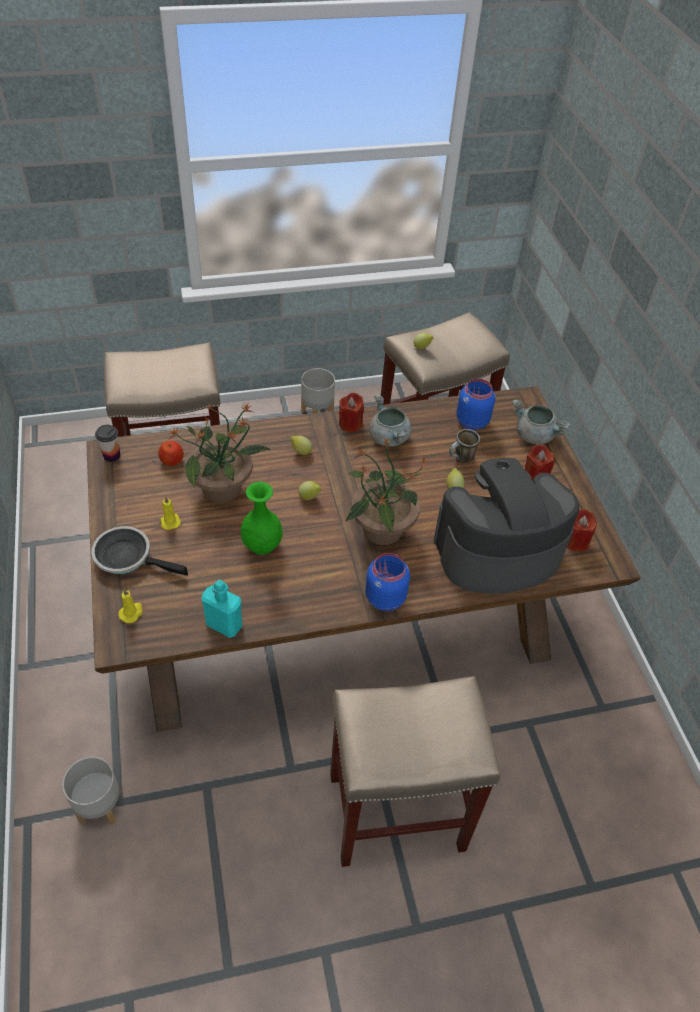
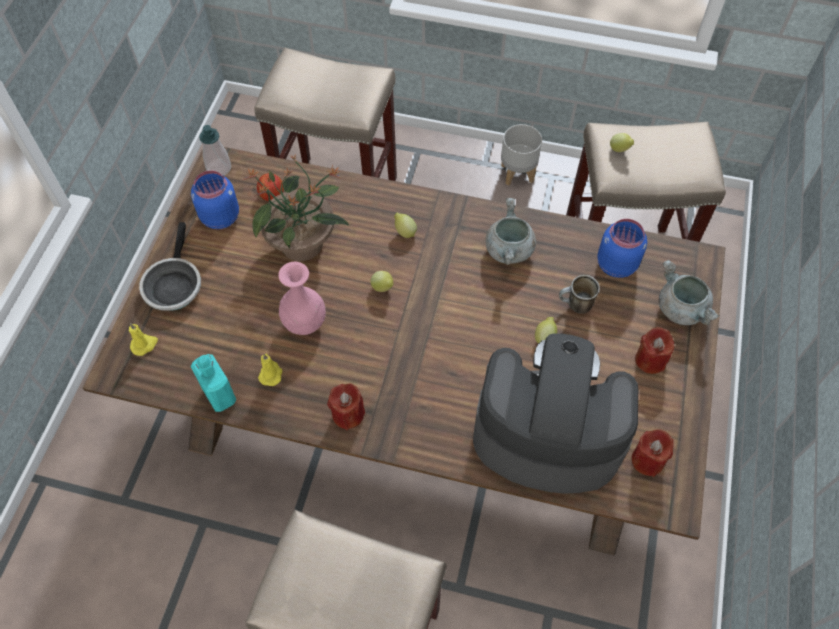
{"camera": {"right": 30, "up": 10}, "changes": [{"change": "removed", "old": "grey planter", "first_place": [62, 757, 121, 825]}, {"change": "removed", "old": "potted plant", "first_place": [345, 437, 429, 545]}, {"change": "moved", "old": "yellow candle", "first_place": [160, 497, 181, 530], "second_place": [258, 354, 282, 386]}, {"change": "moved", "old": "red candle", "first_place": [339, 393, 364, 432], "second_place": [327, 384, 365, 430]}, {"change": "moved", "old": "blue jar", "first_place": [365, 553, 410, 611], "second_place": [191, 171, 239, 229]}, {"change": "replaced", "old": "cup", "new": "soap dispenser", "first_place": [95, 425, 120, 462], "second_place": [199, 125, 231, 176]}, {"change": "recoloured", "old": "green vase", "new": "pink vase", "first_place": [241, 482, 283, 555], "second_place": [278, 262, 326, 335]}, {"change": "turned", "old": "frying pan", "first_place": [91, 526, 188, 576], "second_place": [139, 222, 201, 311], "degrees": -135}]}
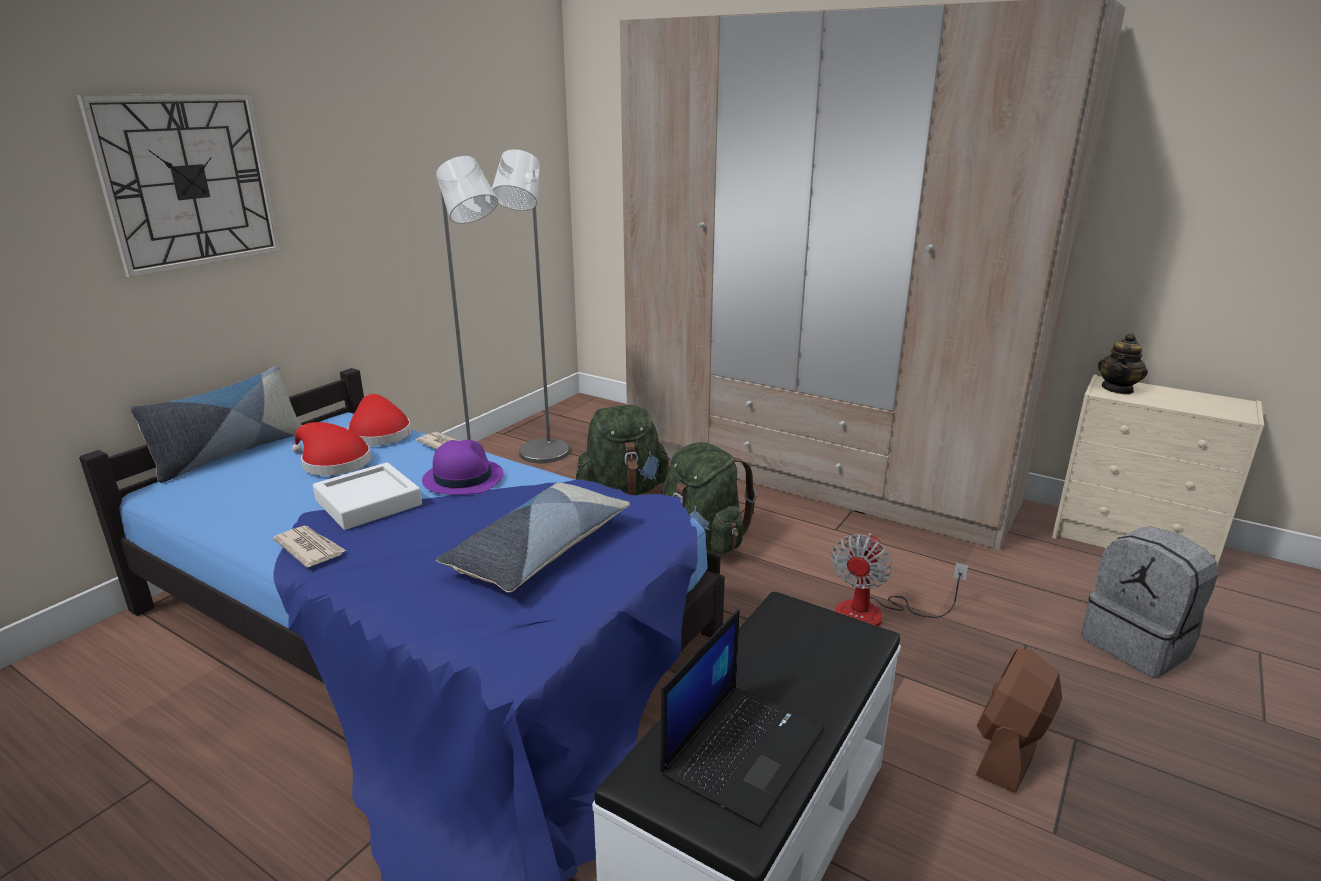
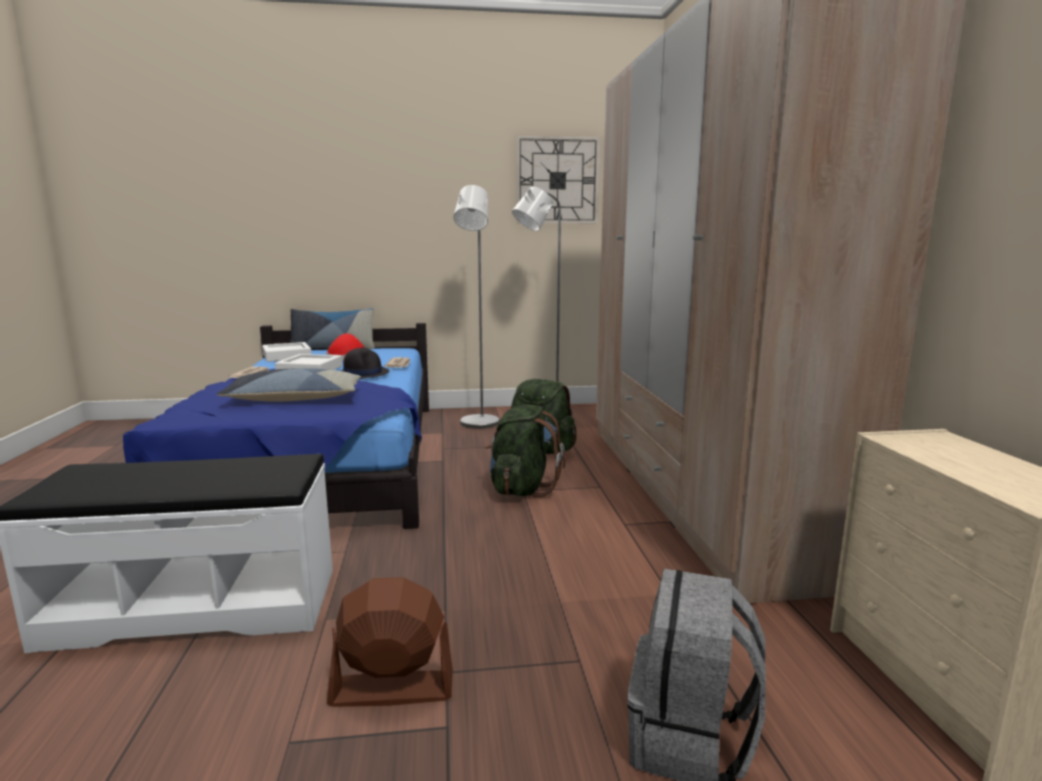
{"camera": {"right": 50, "up": -10}, "changes": [{"change": "removed", "old": "red hat", "first_place": [347, 394, 411, 446]}, {"change": "removed", "old": "laptop", "first_place": [660, 609, 824, 827]}, {"change": "removed", "old": "fan", "first_place": [831, 533, 968, 626]}, {"change": "removed", "old": "teapot", "first_place": [1098, 333, 1148, 395]}, {"change": "added", "new": "white tray", "second_place": [262, 342, 311, 362]}, {"change": "moved", "old": "wall clock", "first_place": [77, 94, 281, 277], "second_place": [516, 135, 600, 224]}, {"change": "recoloured", "old": "purple hat", "new": "black hat", "first_place": [422, 440, 504, 495], "second_place": [341, 348, 389, 379]}]}
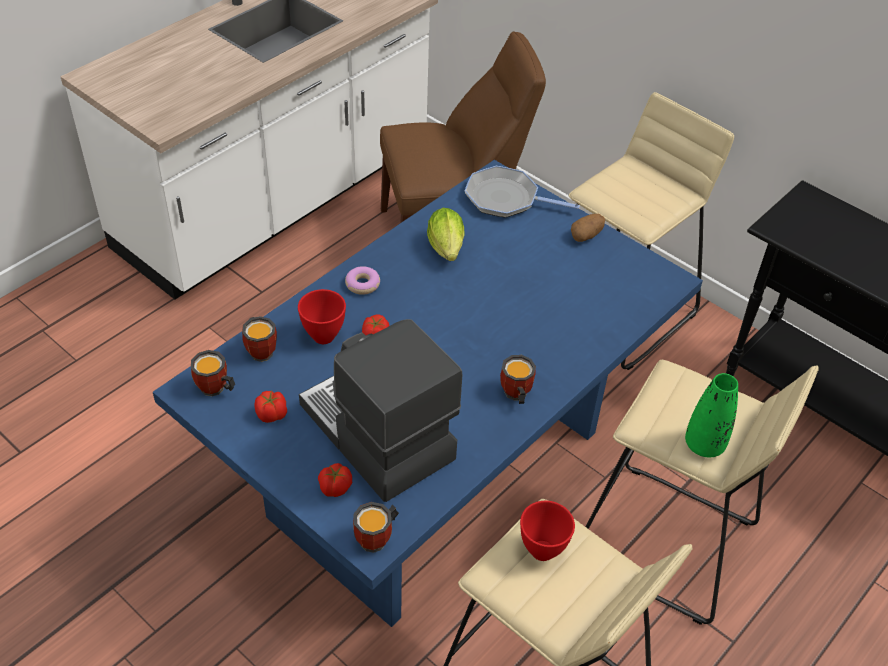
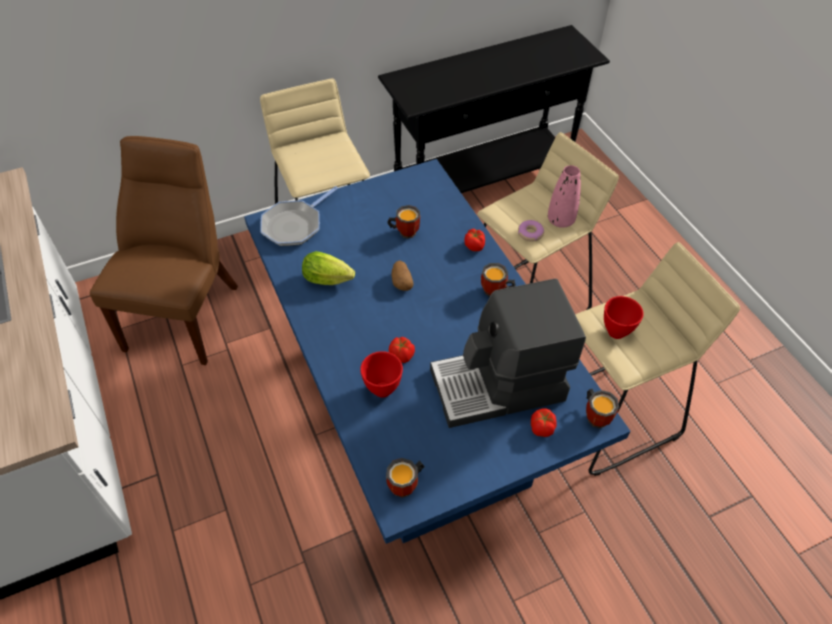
{"camera": {"right": -65, "up": 5}, "changes": [{"change": "moved", "old": "mug", "first_place": [242, 316, 277, 362], "second_place": [387, 205, 420, 239]}, {"change": "moved", "old": "tomato", "first_place": [254, 390, 287, 423], "second_place": [464, 229, 485, 251]}, {"change": "moved", "old": "donut", "first_place": [345, 266, 380, 295], "second_place": [518, 220, 544, 242]}, {"change": "moved", "old": "potato", "first_place": [571, 214, 605, 242], "second_place": [391, 260, 414, 291]}, {"change": "recoloured", "old": "green vase", "new": "pink vase", "first_place": [685, 373, 738, 457], "second_place": [548, 165, 581, 228]}]}
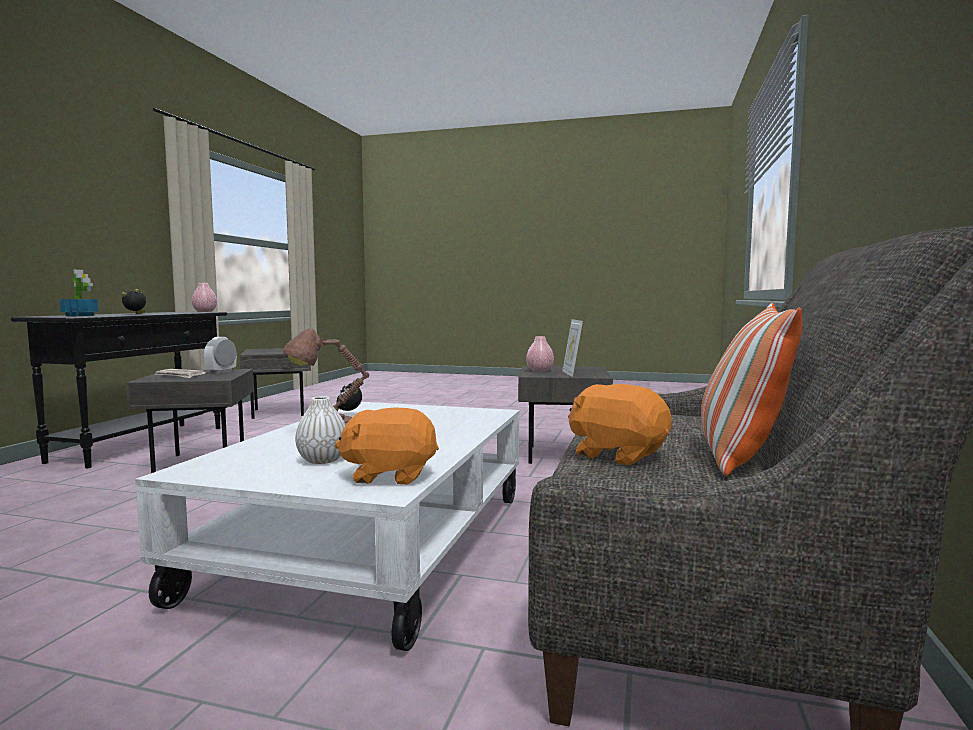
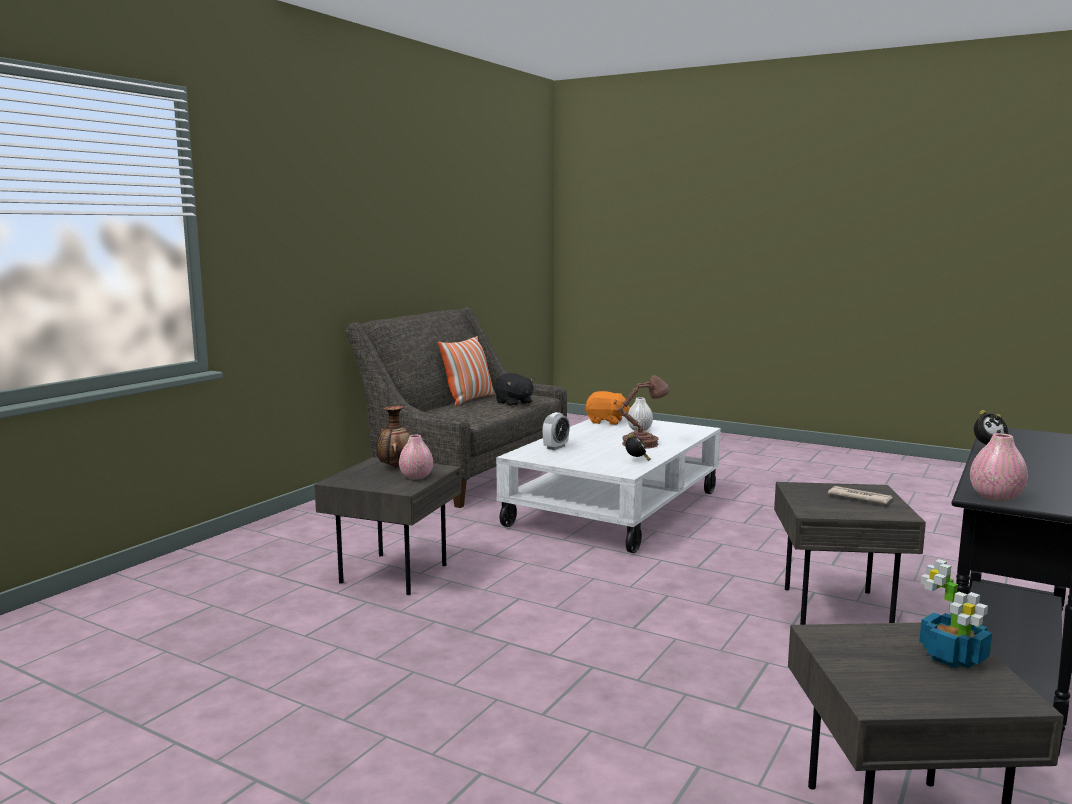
{"camera": {"right": -165, "up": 5}, "changes": [{"change": "moved", "old": "potted plant", "first_place": [59, 269, 98, 316], "second_place": [919, 559, 992, 669]}, {"change": "moved", "old": "alarm clock", "first_place": [204, 337, 237, 373], "second_place": [542, 412, 570, 450]}, {"change": "replaced", "old": "picture frame", "new": "vase", "first_place": [562, 319, 583, 377], "second_place": [377, 406, 410, 468]}, {"change": "recoloured", "old": "orange plush toy", "new": "black plush toy", "first_place": [568, 384, 672, 465], "second_place": [494, 373, 535, 406]}]}
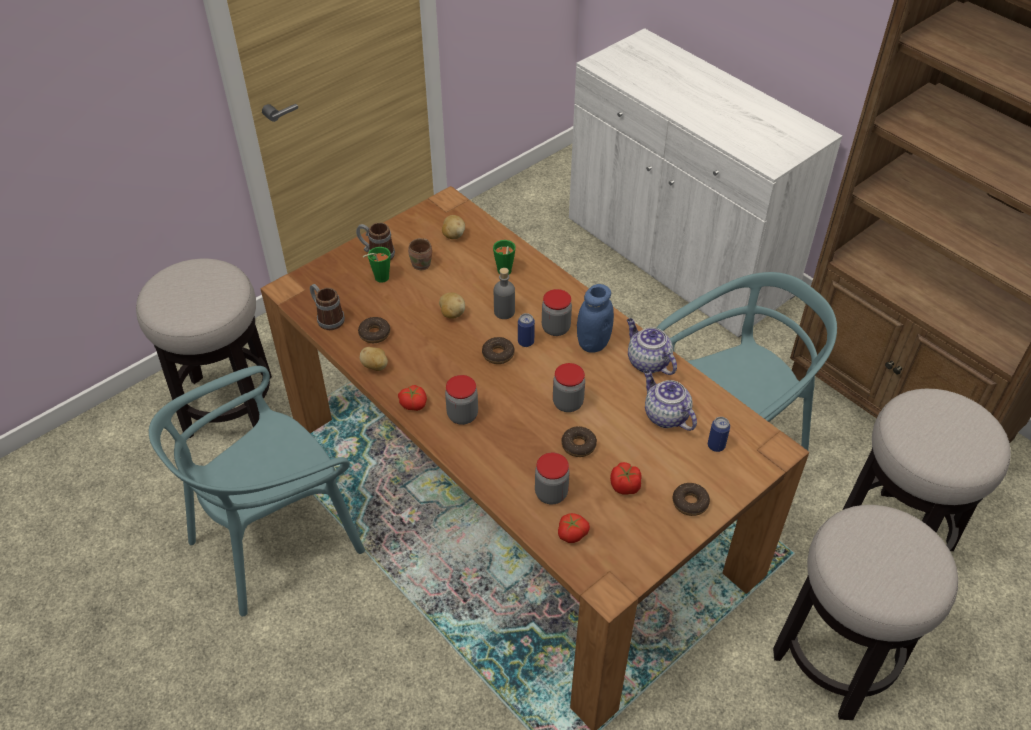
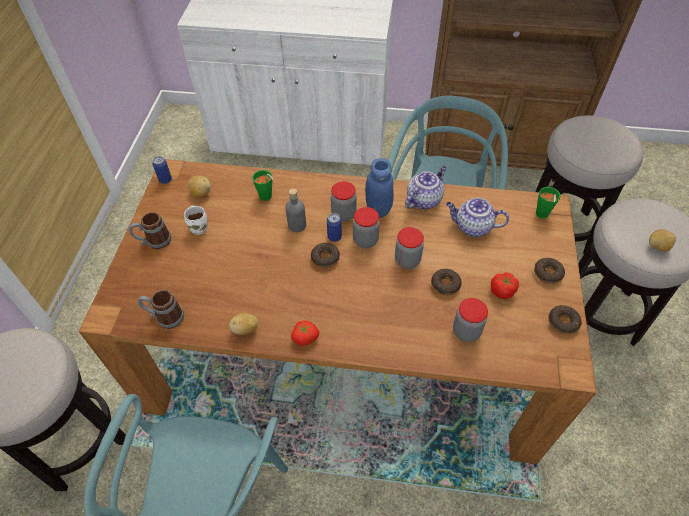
{"camera": {"right": -40, "up": 5}, "changes": [{"change": "removed", "old": "tomato", "first_place": [558, 513, 590, 543]}, {"change": "moved", "old": "donut", "first_place": [358, 317, 390, 343], "second_place": [549, 305, 582, 334]}, {"change": "moved", "old": "green cup", "first_place": [363, 247, 390, 283], "second_place": [536, 187, 561, 218]}, {"change": "moved", "old": "potato", "first_place": [439, 293, 465, 319], "second_place": [649, 229, 676, 252]}, {"change": "moved", "old": "jar", "first_place": [445, 375, 478, 425], "second_place": [353, 207, 380, 248]}, {"change": "moved", "old": "can", "first_place": [708, 417, 730, 452], "second_place": [152, 156, 172, 184]}, {"change": "recoloured", "old": "brown mug", "new": "white mug", "first_place": [408, 238, 432, 270], "second_place": [184, 206, 208, 235]}, {"change": "turned", "old": "teapot", "first_place": [627, 318, 677, 375], "second_place": [405, 166, 447, 209], "degrees": 120}]}
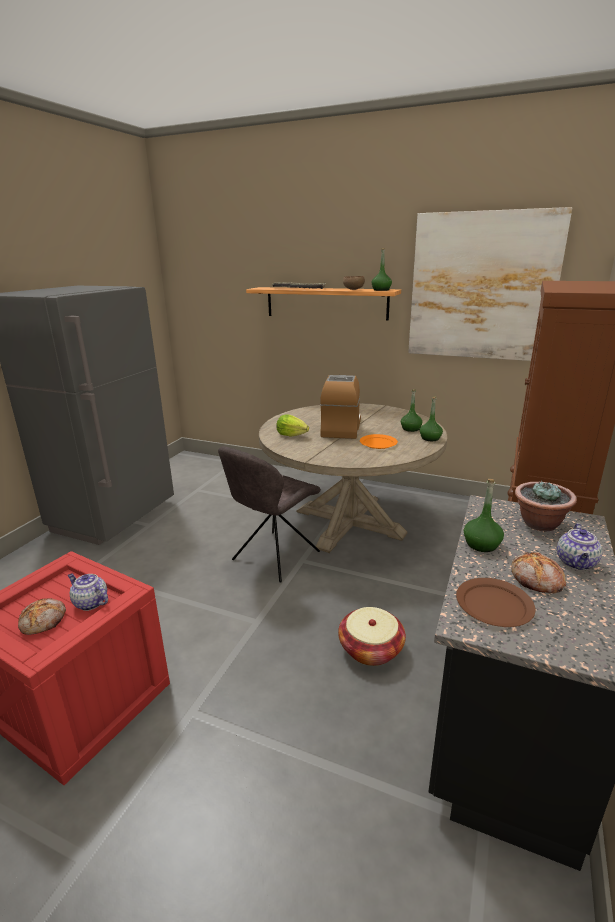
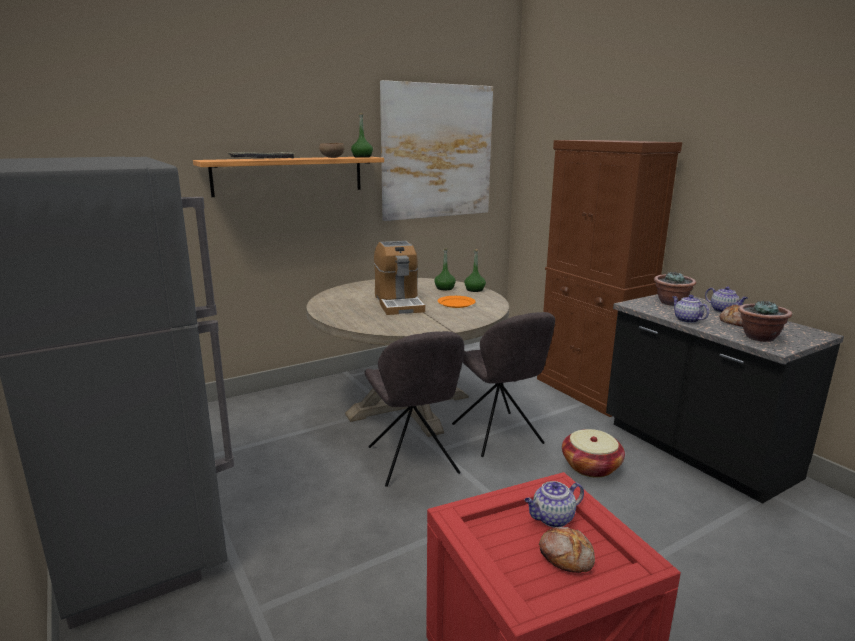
{"camera": {"right": -55, "up": -5}, "changes": [{"change": "removed", "old": "lettuce", "first_place": [277, 414, 309, 437]}, {"change": "added", "new": "grey chair", "second_place": [452, 312, 555, 457]}, {"change": "replaced", "old": "brown plate", "new": "potted plant", "first_place": [456, 578, 536, 627], "second_place": [738, 299, 792, 342]}, {"change": "replaced", "old": "green bottle", "new": "teapot", "first_place": [464, 479, 504, 552], "second_place": [672, 295, 709, 323]}, {"change": "turned", "old": "coffee machine", "first_place": [320, 375, 361, 439], "second_place": [374, 241, 425, 315], "degrees": -150}]}
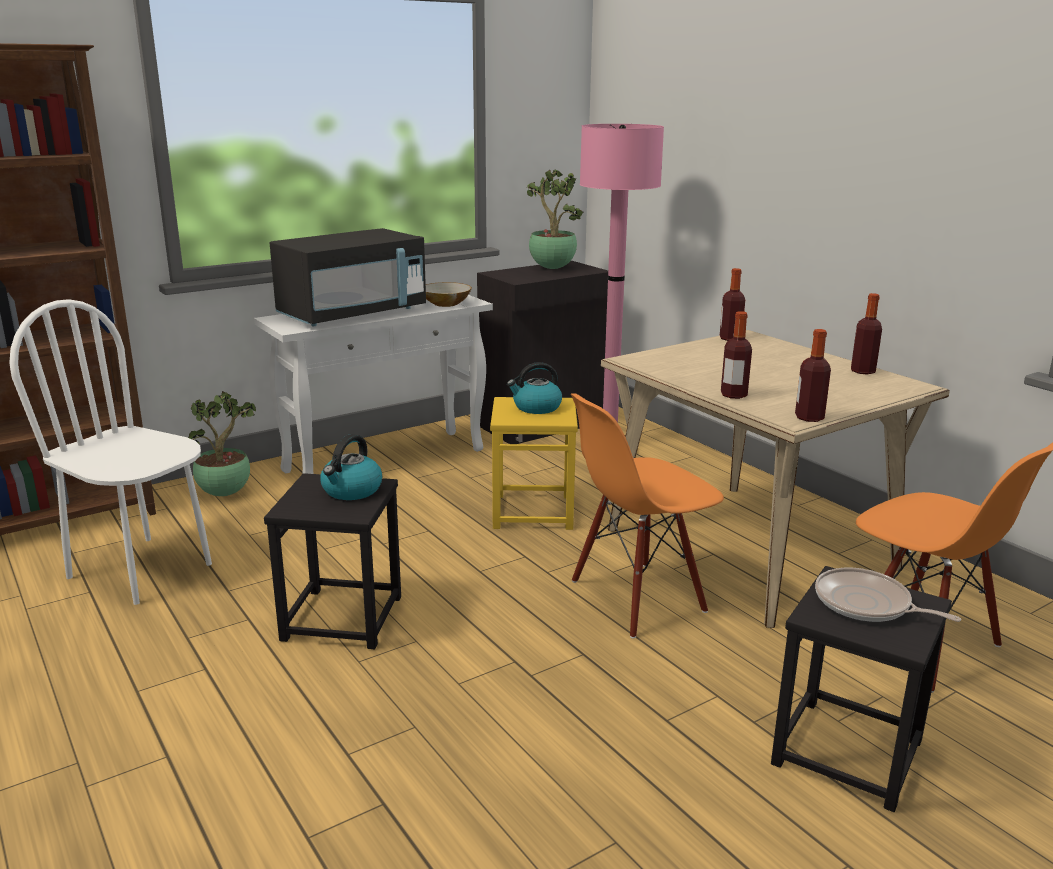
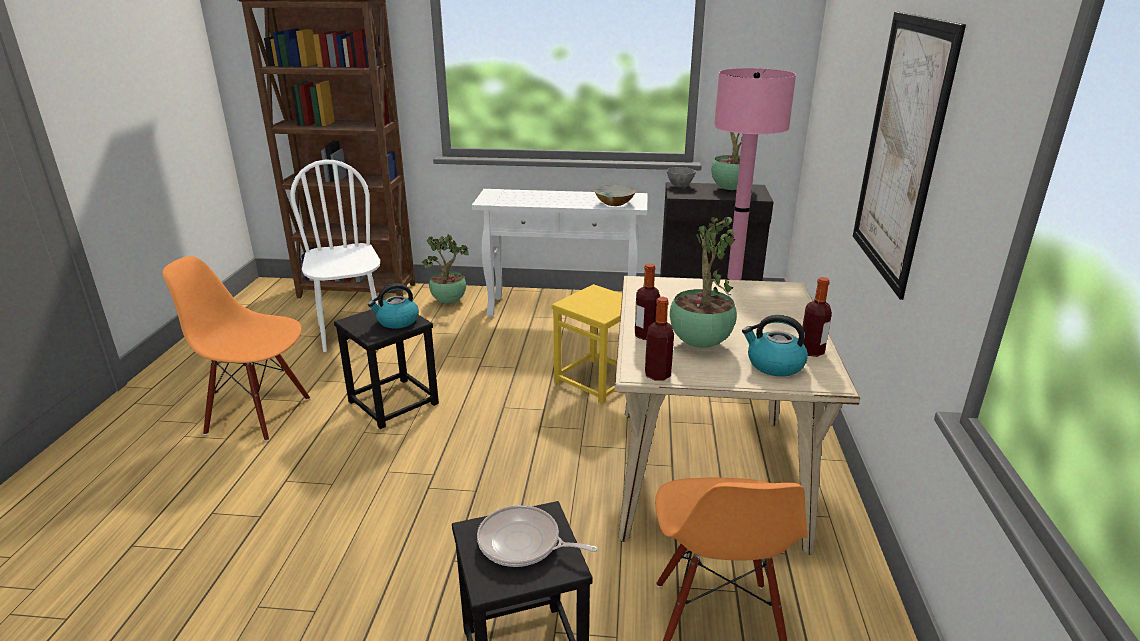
{"camera": {"right": 40, "up": 5}, "changes": [{"change": "removed", "old": "black microwave", "first_place": [270, 228, 426, 326]}, {"change": "removed", "old": "bottle", "first_place": [720, 268, 745, 341]}, {"change": "added", "new": "grey bowl", "second_place": [667, 167, 696, 187]}, {"change": "added", "new": "potted plant", "second_place": [670, 216, 737, 348]}, {"change": "added", "new": "picture", "second_place": [853, 11, 966, 300]}, {"change": "moved", "old": "kettle", "first_place": [507, 362, 562, 414], "second_place": [742, 315, 808, 376]}, {"change": "moved", "old": "orange chair", "first_place": [571, 393, 724, 639], "second_place": [162, 256, 310, 441]}, {"change": "turned", "old": "frying pan", "first_place": [815, 568, 961, 622], "second_place": [477, 505, 597, 567], "degrees": -60}]}
